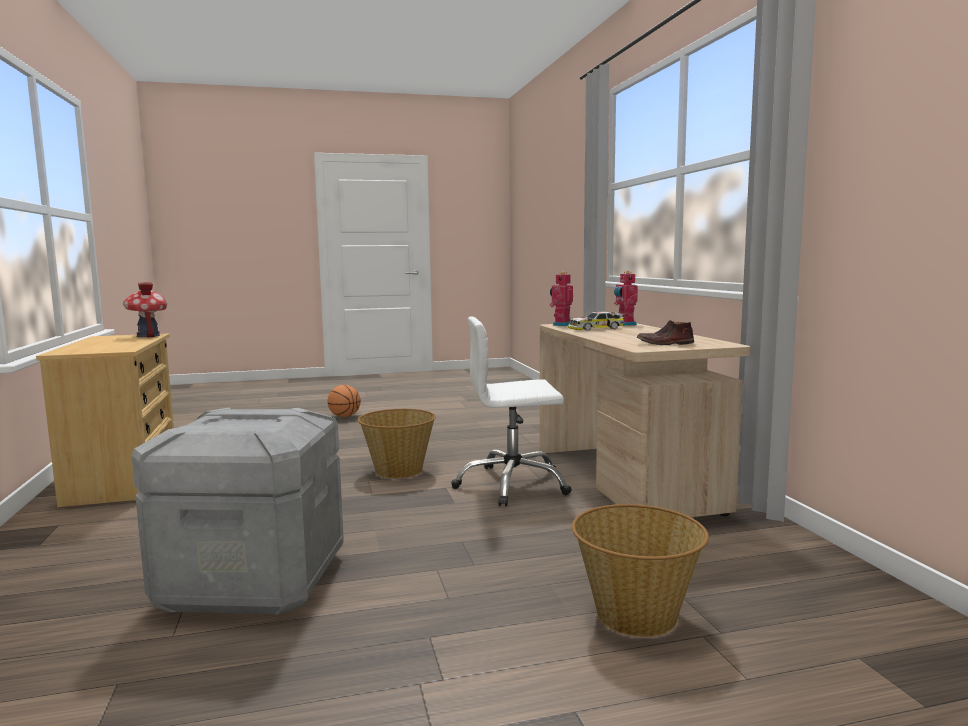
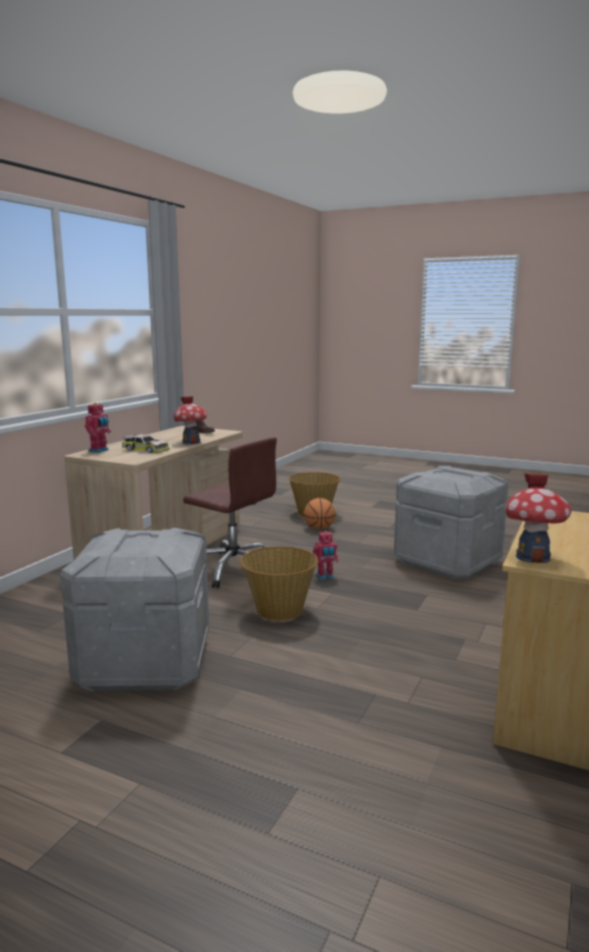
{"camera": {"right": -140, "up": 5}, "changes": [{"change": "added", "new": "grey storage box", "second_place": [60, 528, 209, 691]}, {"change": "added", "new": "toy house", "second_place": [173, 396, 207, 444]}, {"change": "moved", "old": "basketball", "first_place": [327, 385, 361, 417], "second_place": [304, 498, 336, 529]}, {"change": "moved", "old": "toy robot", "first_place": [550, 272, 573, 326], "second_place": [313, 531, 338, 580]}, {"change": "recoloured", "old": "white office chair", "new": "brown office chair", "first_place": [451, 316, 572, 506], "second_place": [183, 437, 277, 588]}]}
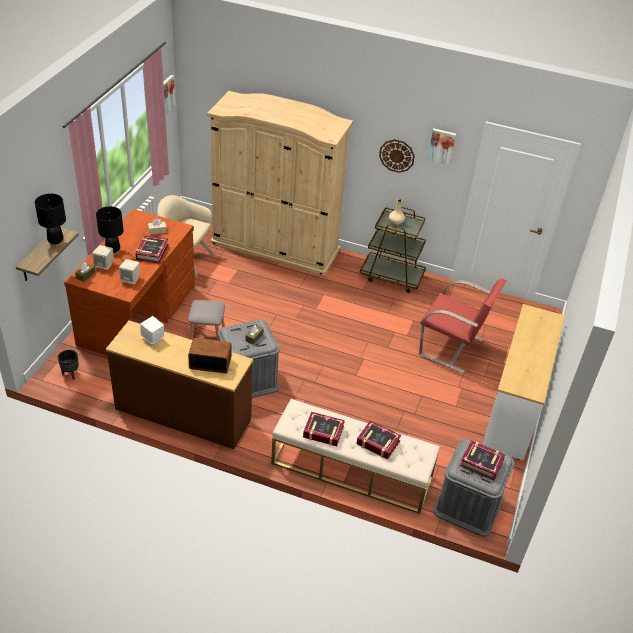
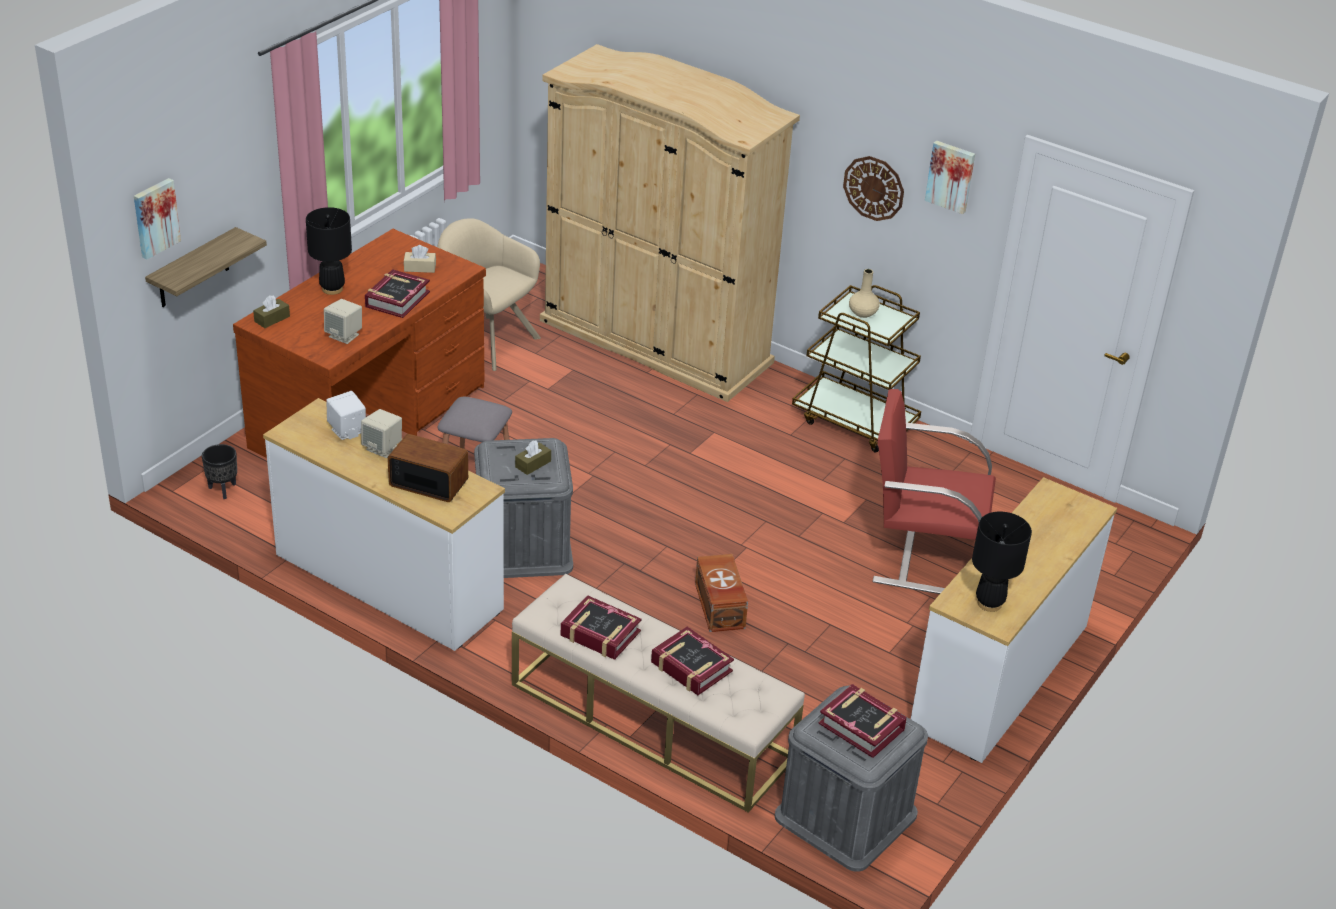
{"camera": {"right": 15, "up": -5}, "changes": [{"change": "added", "new": "brown storage box", "second_place": [695, 554, 748, 632]}, {"change": "moved", "old": "black table lamp", "first_place": [35, 194, 66, 247], "second_place": [972, 512, 1032, 612]}, {"change": "moved", "old": "beige speaker", "first_place": [92, 245, 114, 270], "second_place": [361, 409, 402, 458]}, {"change": "moved", "old": "picture", "first_place": [163, 75, 175, 115], "second_place": [134, 178, 181, 259]}, {"change": "recoloured", "old": "brown dresser", "new": "white dresser", "first_place": [106, 320, 253, 449], "second_place": [263, 398, 505, 651]}, {"change": "turned", "old": "red armchair", "first_place": [419, 278, 506, 373], "second_place": [873, 389, 996, 594], "degrees": 150}]}
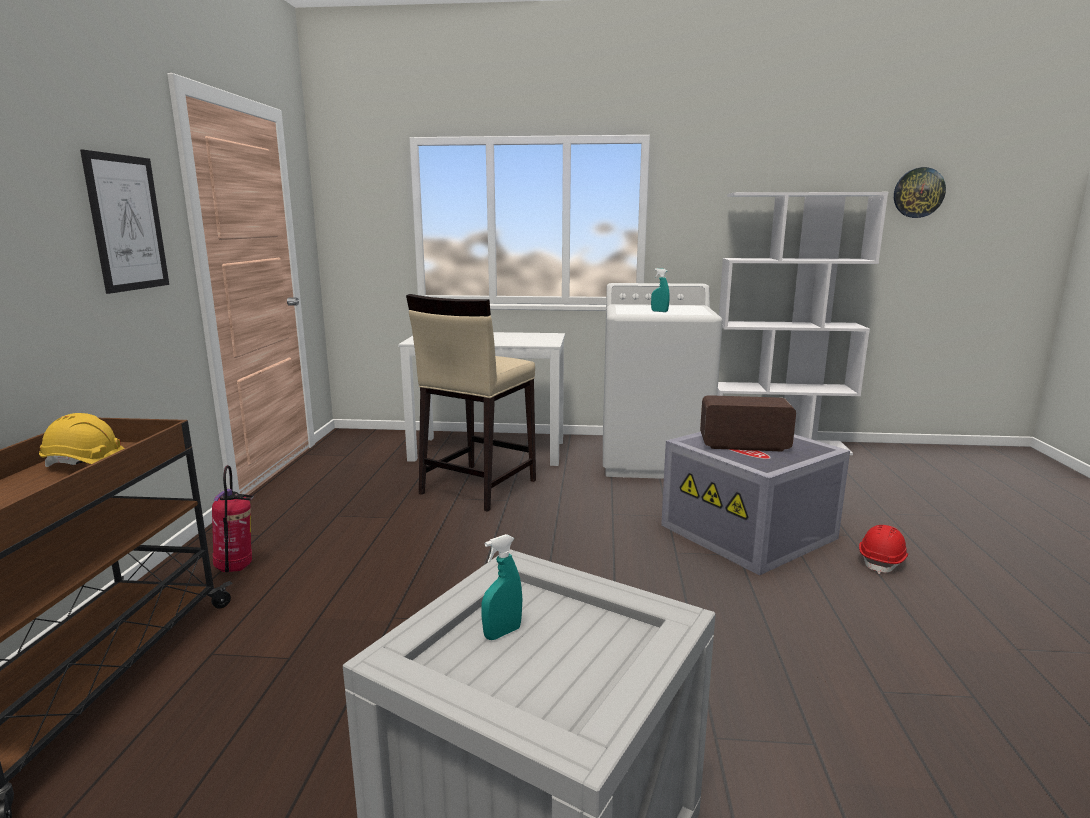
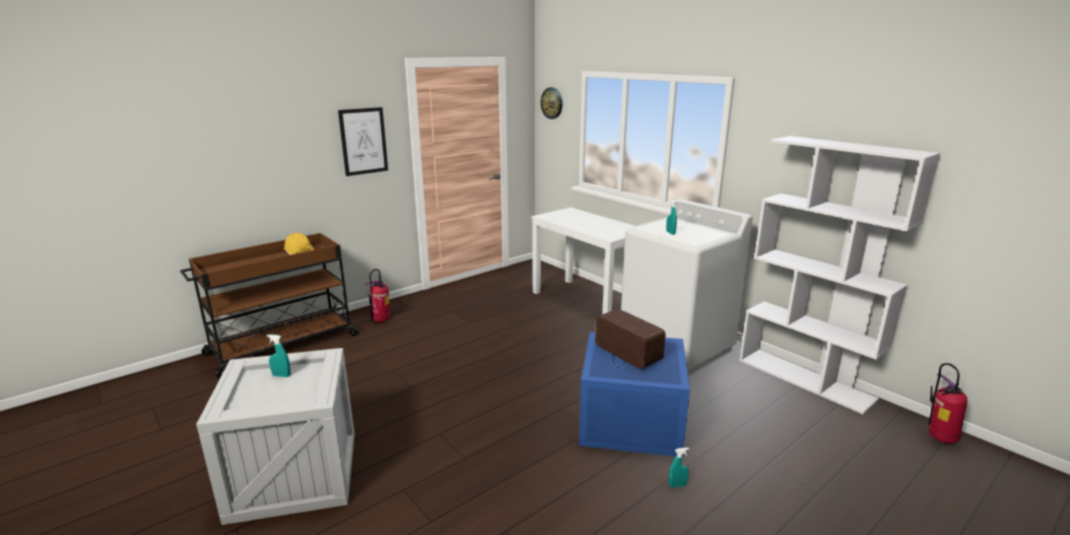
{"camera": {"right": 45, "up": 5}, "changes": [{"change": "removed", "old": "beige stool", "first_place": [406, 294, 536, 512]}, {"change": "added", "new": "fire extinguisher", "second_place": [928, 363, 968, 444]}, {"change": "moved", "old": "wall clock", "first_place": [894, 167, 946, 218], "second_place": [540, 87, 563, 119]}, {"change": "replaced", "old": "red hard hat", "new": "turquoise spray bottle", "first_place": [859, 525, 908, 574], "second_place": [669, 448, 689, 488]}, {"change": "recoloured", "old": "grey storage box", "new": "blue storage box", "first_place": [661, 432, 850, 575], "second_place": [579, 332, 690, 457]}]}
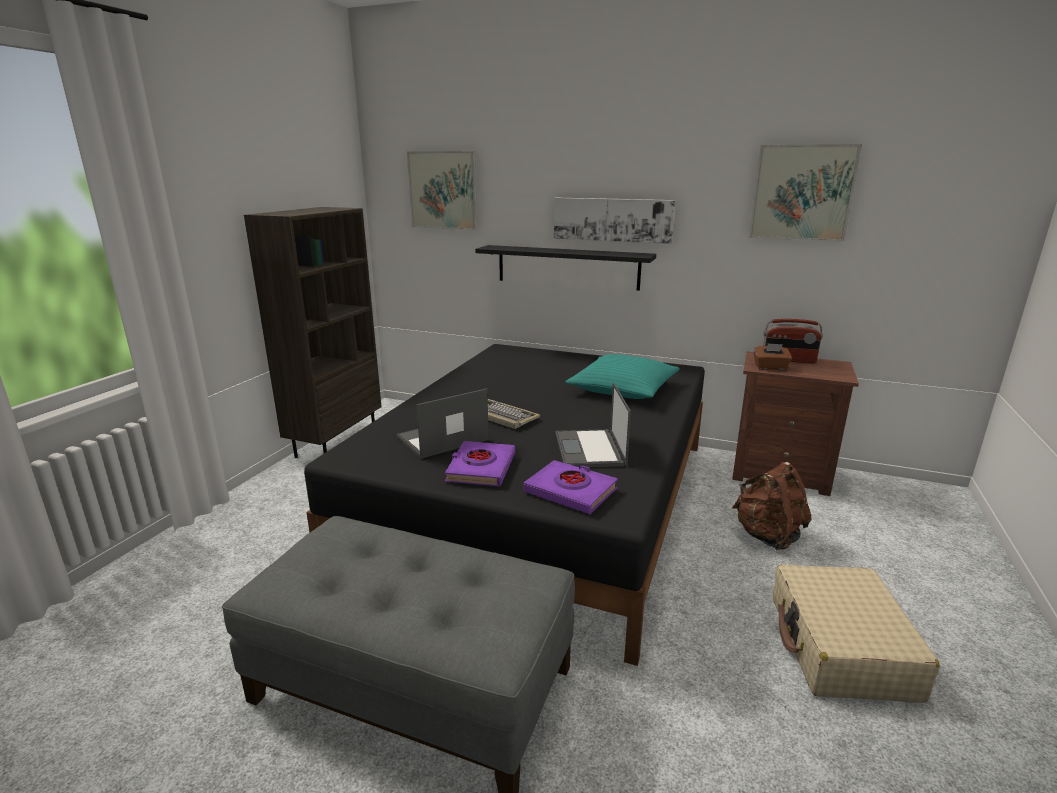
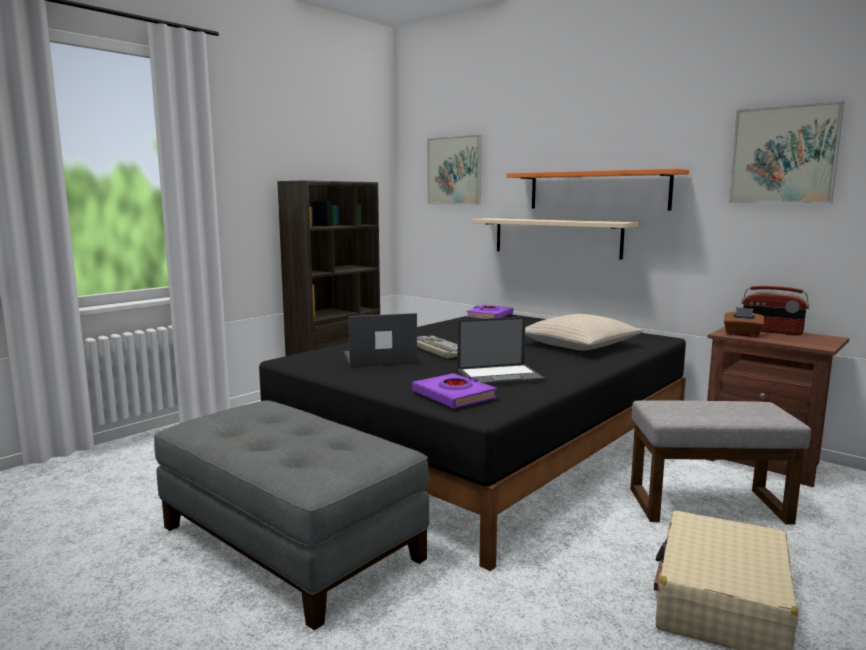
{"camera": {"right": 20, "up": -10}, "changes": [{"change": "moved", "old": "purple book", "first_place": [445, 441, 515, 486], "second_place": [466, 305, 513, 319]}, {"change": "replaced", "old": "picture", "new": "orange shelf", "first_place": [554, 198, 676, 244], "second_place": [506, 168, 689, 210]}, {"change": "replaced", "old": "brown backpack", "new": "grey ottoman", "first_place": [732, 462, 812, 551], "second_place": [631, 400, 811, 525]}, {"change": "recoloured", "old": "black shelf", "new": "beige shelf", "first_place": [475, 245, 656, 291], "second_place": [472, 218, 638, 260]}, {"change": "recoloured", "old": "turquoise pillow", "new": "beige pillow", "first_place": [565, 354, 680, 399], "second_place": [525, 314, 643, 351]}, {"change": "turned", "old": "laptop", "first_place": [556, 382, 631, 467], "second_place": [457, 317, 546, 386], "degrees": -120}]}
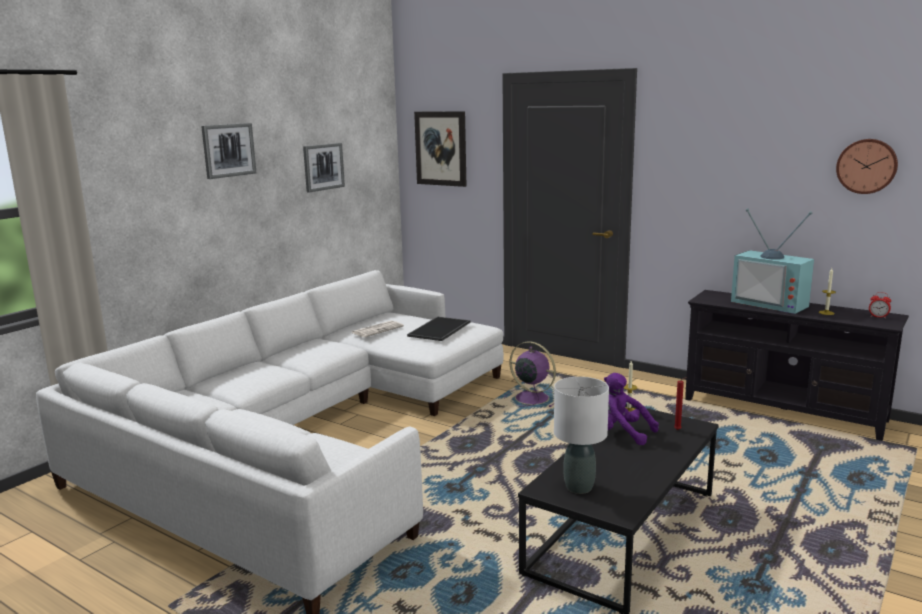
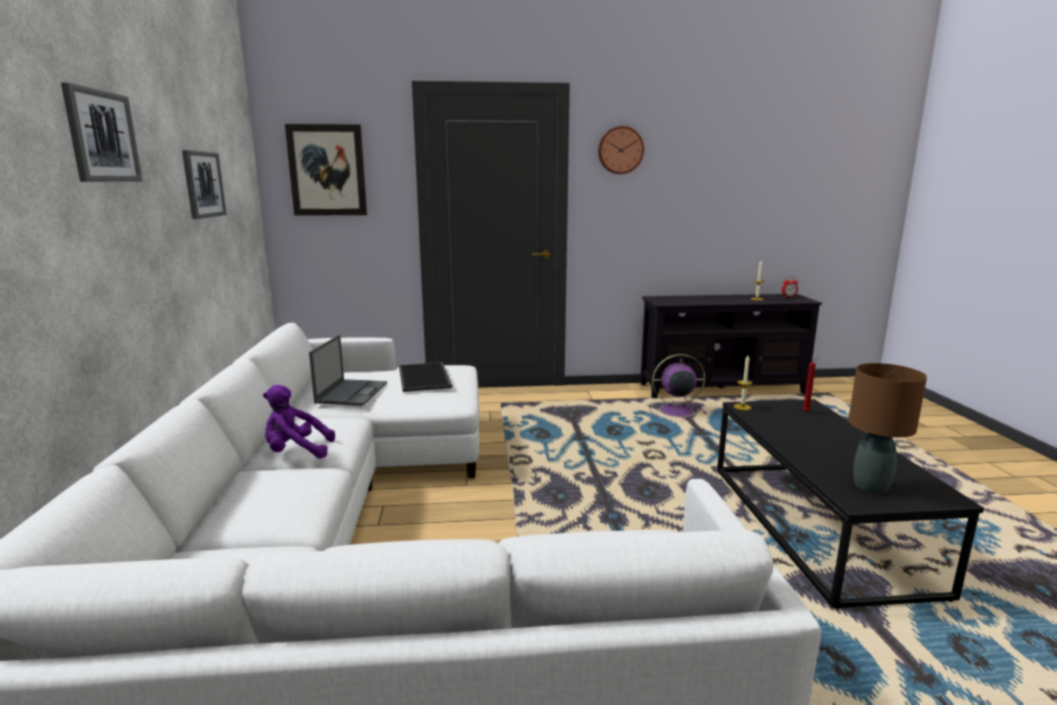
{"camera": {"right": -40, "up": 0}, "changes": [{"change": "removed", "old": "television", "first_place": [731, 208, 814, 314]}, {"change": "moved", "old": "purple fan", "first_place": [504, 342, 556, 407], "second_place": [650, 354, 707, 421]}, {"change": "moved", "old": "purple plush toy", "first_place": [604, 373, 659, 445], "second_place": [263, 385, 335, 459]}, {"change": "moved", "old": "wall clock", "first_place": [836, 139, 898, 194], "second_place": [598, 126, 644, 174]}, {"change": "replaced", "old": "newspaper", "new": "laptop", "first_place": [352, 321, 404, 337], "second_place": [309, 335, 387, 406]}, {"change": "recoloured", "old": "white table lamp", "new": "brown table lamp", "first_place": [554, 377, 609, 494], "second_place": [848, 363, 927, 494]}]}
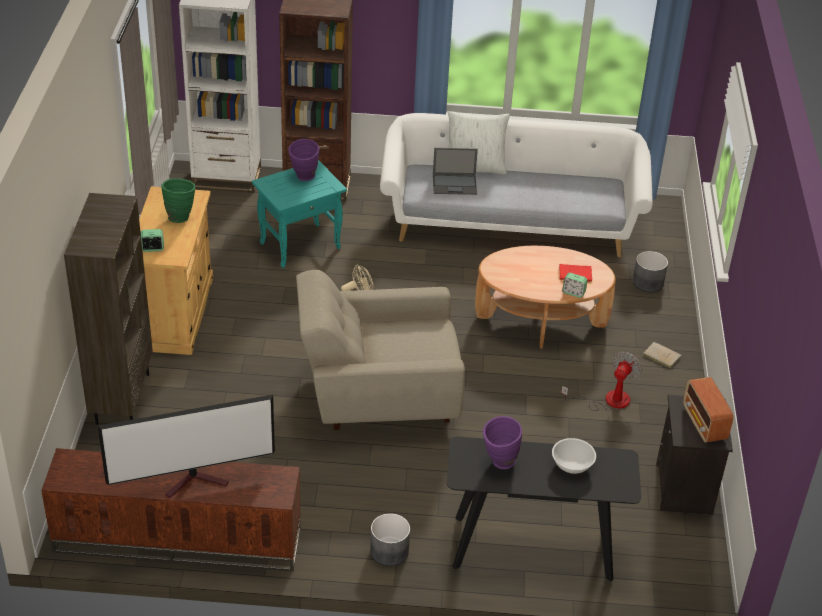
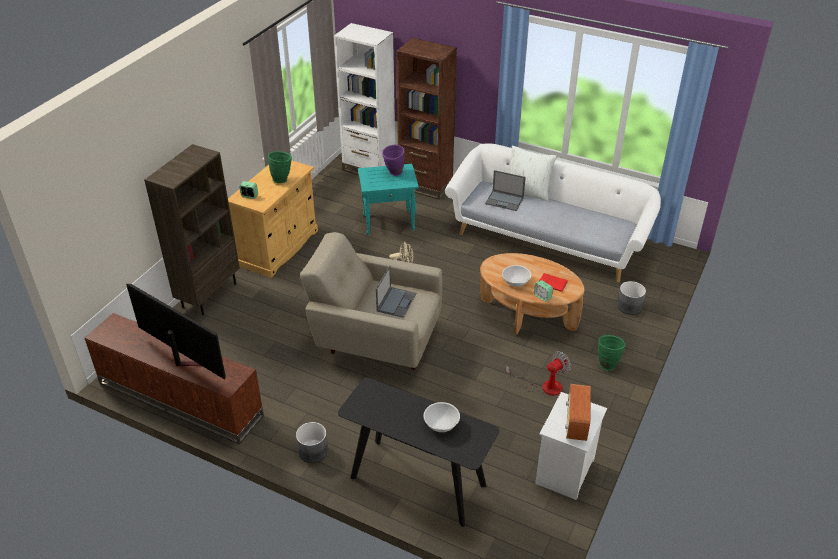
{"camera": {"right": 25, "up": 0}, "changes": [{"change": "removed", "old": "purple vase", "first_place": [483, 416, 522, 469]}, {"change": "added", "new": "laptop", "second_place": [376, 265, 416, 318]}, {"change": "added", "new": "white bowl", "second_place": [502, 265, 531, 287]}, {"change": "replaced", "old": "beige book", "new": "green vase", "first_place": [643, 342, 682, 368], "second_place": [598, 335, 625, 371]}, {"change": "recoloured", "old": "black nightstand", "new": "white nightstand", "first_place": [656, 395, 733, 515], "second_place": [535, 392, 607, 500]}, {"change": "turned", "old": "television", "first_place": [98, 395, 275, 498], "second_place": [126, 284, 226, 380], "degrees": -150}]}
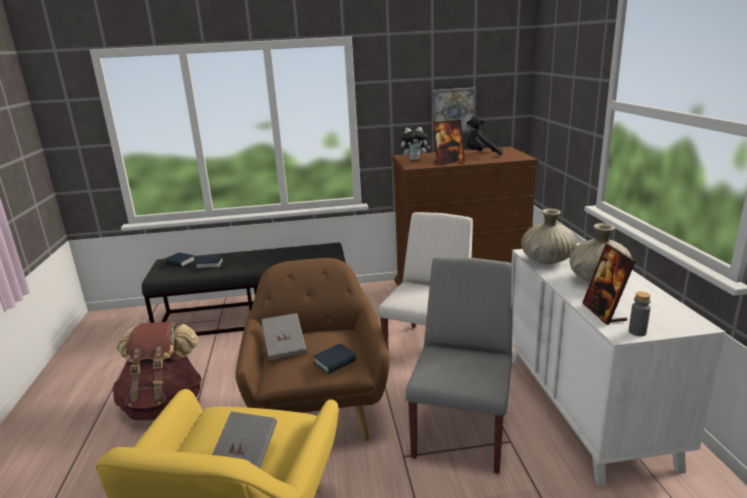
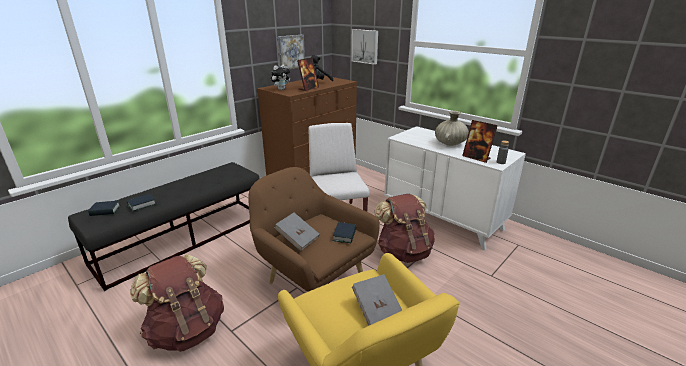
{"camera": {"right": -40, "up": 5}, "changes": [{"change": "removed", "old": "beige vase", "first_place": [521, 209, 577, 264]}, {"change": "added", "new": "picture", "second_place": [351, 29, 378, 65]}, {"change": "replaced", "old": "grey chair", "new": "brown backpack", "first_place": [406, 257, 513, 474], "second_place": [374, 194, 435, 263]}]}
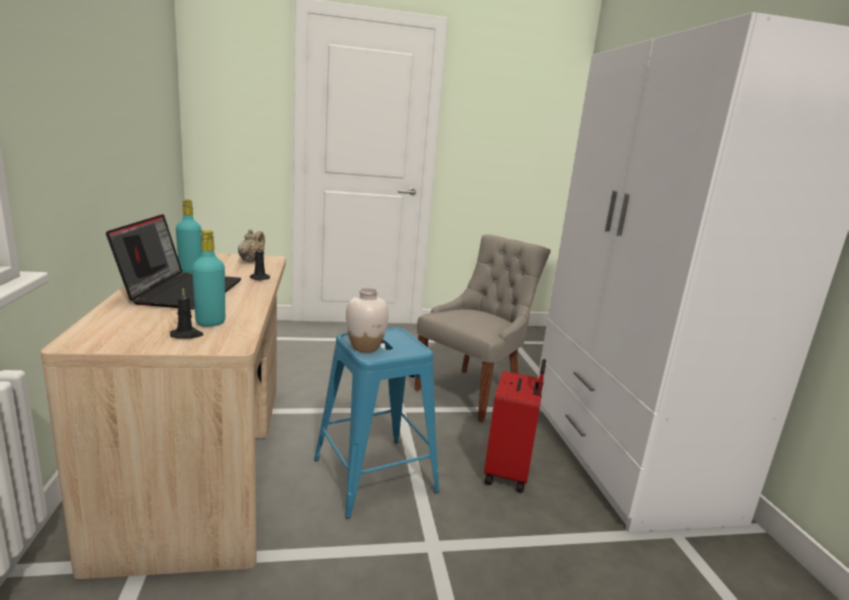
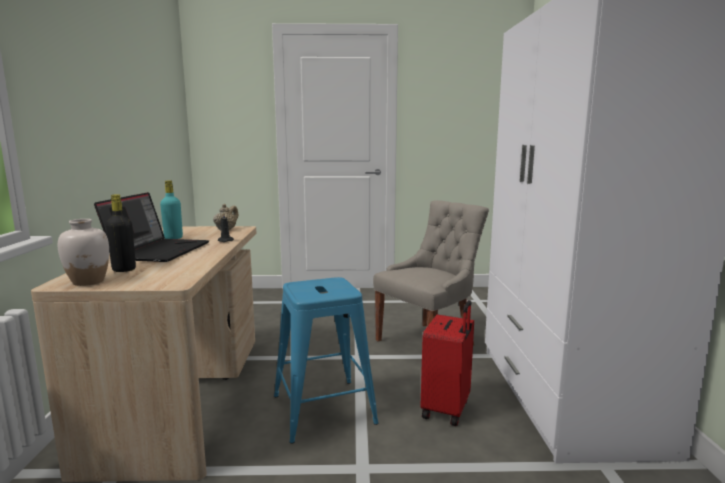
{"camera": {"right": 10, "up": -5}, "changes": [{"change": "removed", "old": "black candle", "first_place": [170, 288, 204, 339]}, {"change": "removed", "old": "turquoise bottle", "first_place": [192, 230, 225, 327]}, {"change": "added", "new": "black bottle", "second_place": [106, 194, 136, 272]}, {"change": "moved", "old": "white vase", "first_place": [346, 287, 389, 353], "second_place": [58, 219, 109, 286]}]}
